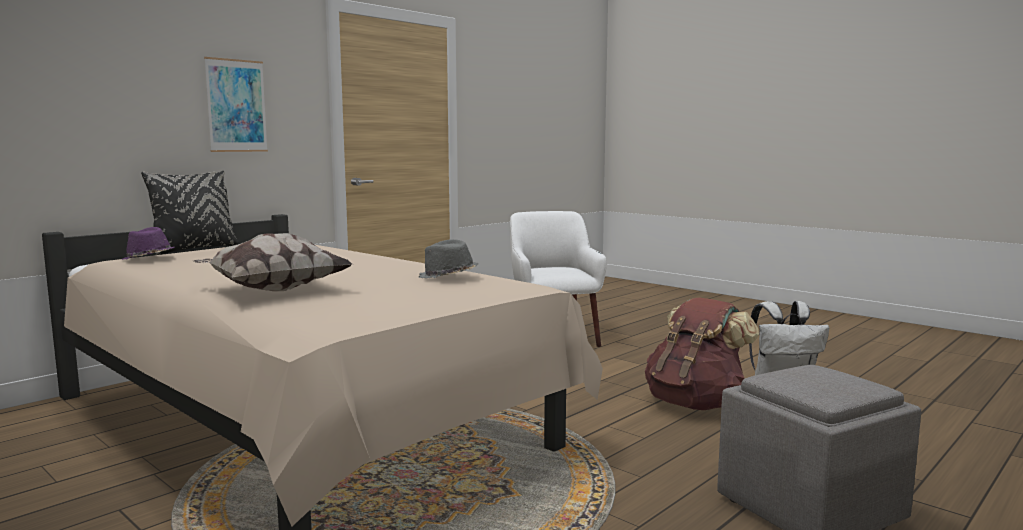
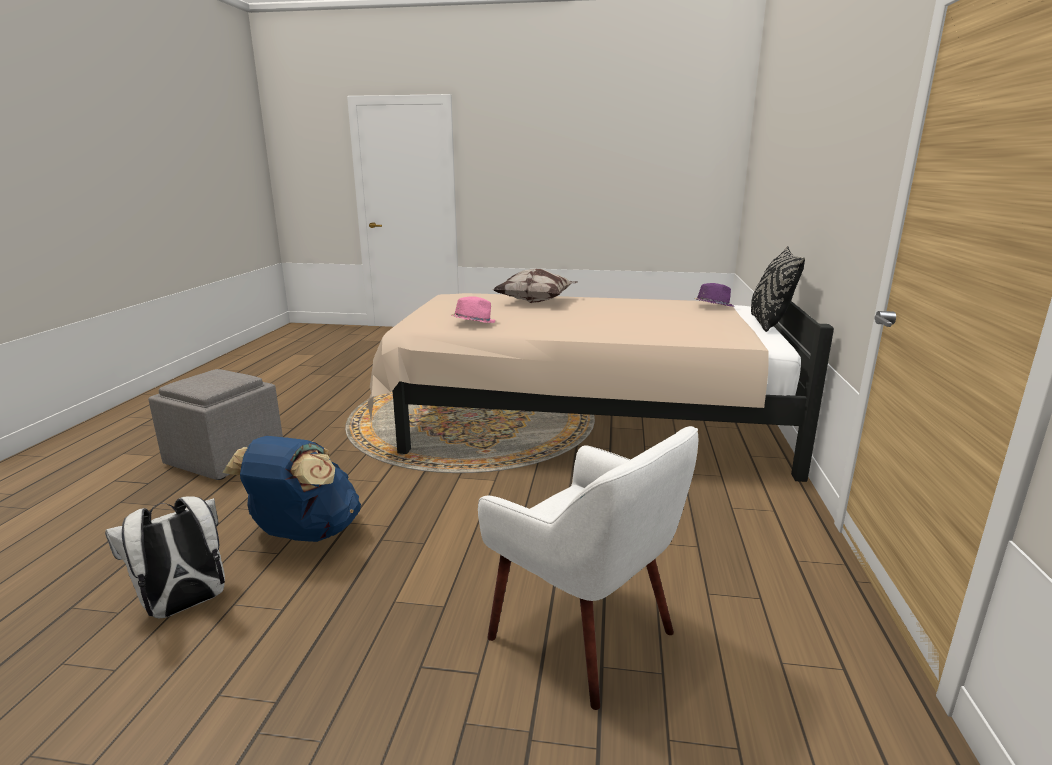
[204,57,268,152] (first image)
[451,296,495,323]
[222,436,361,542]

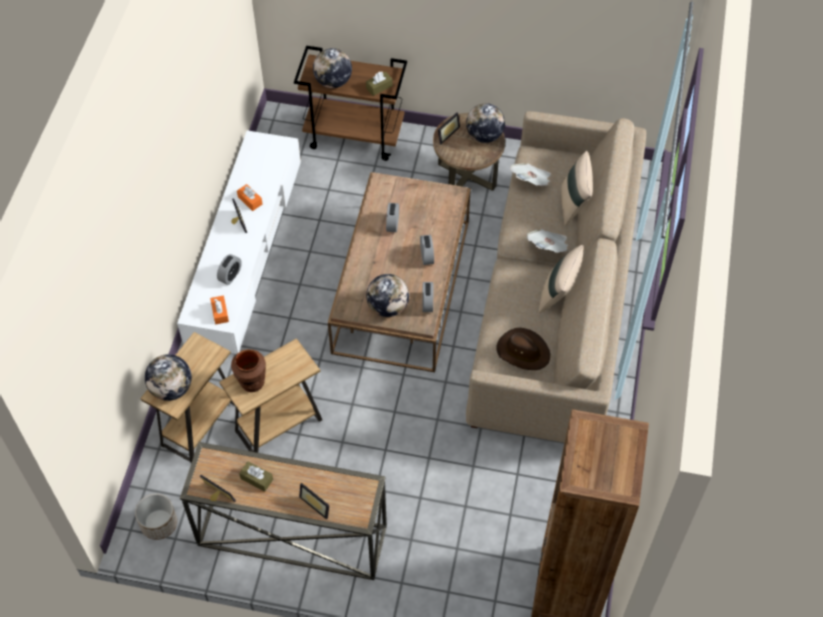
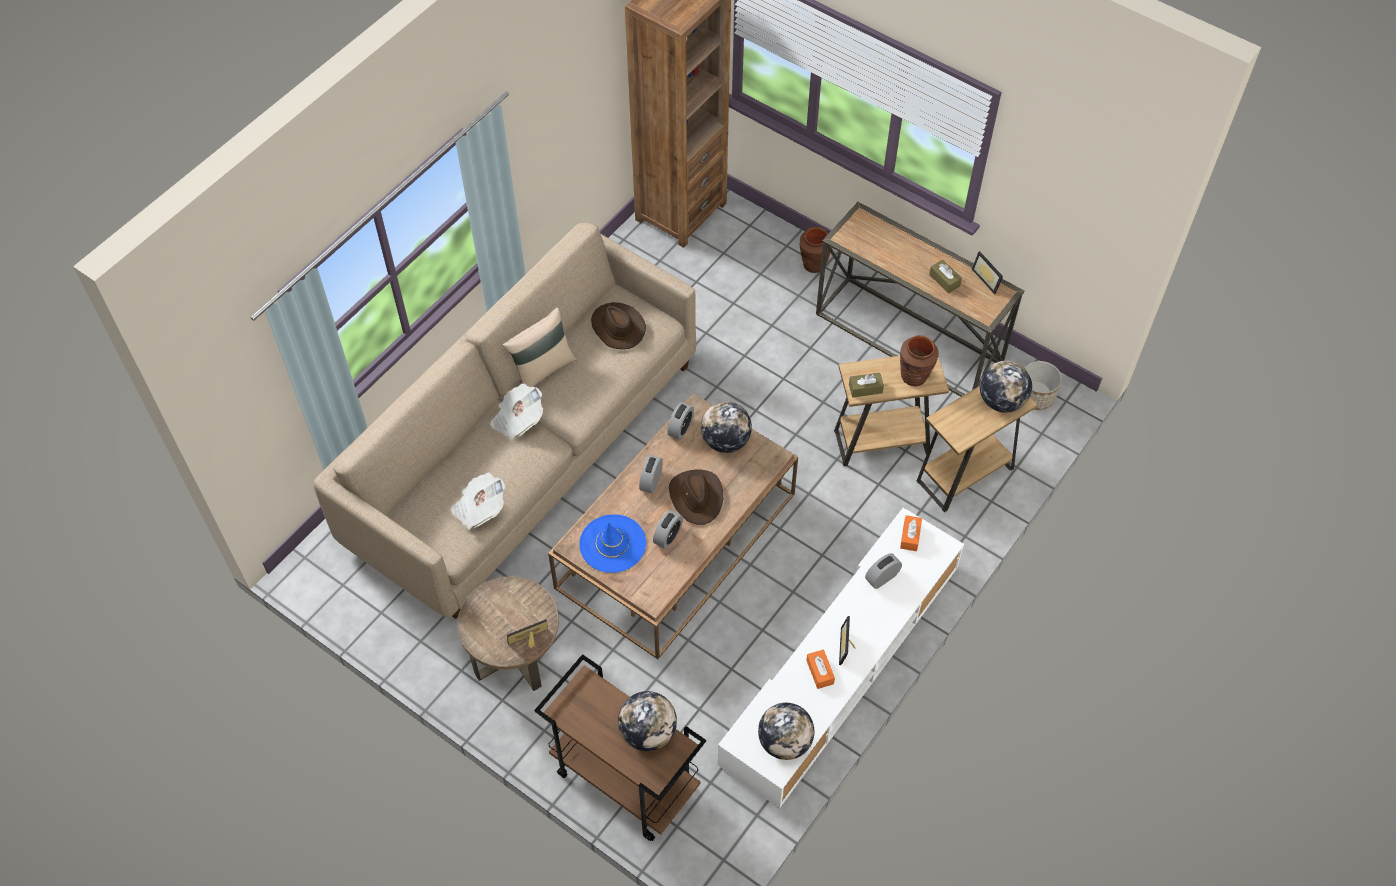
[299,483,329,520] (first image)
[561,151,593,226] (first image)
[579,514,646,573]
[669,469,724,525]
[799,227,832,273]
[849,373,884,397]
[758,703,814,760]

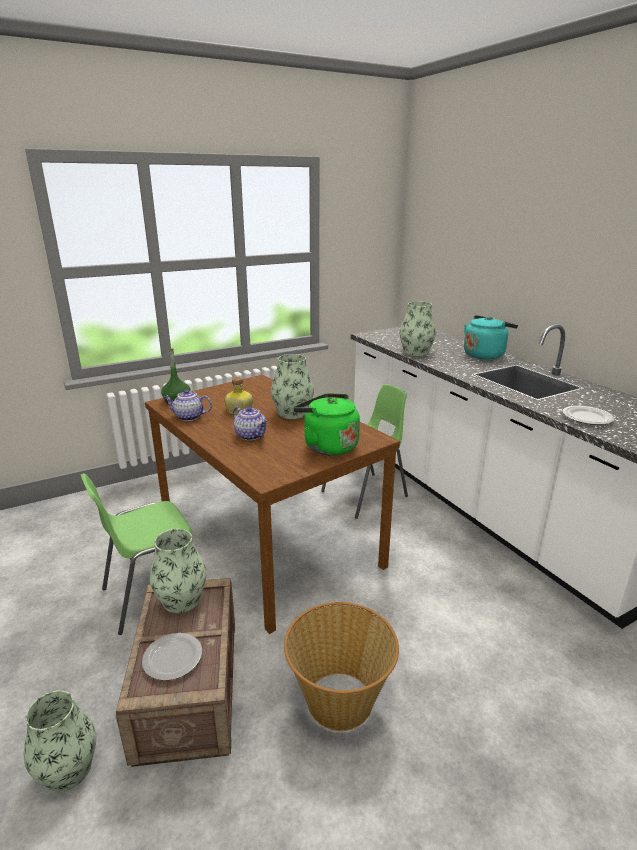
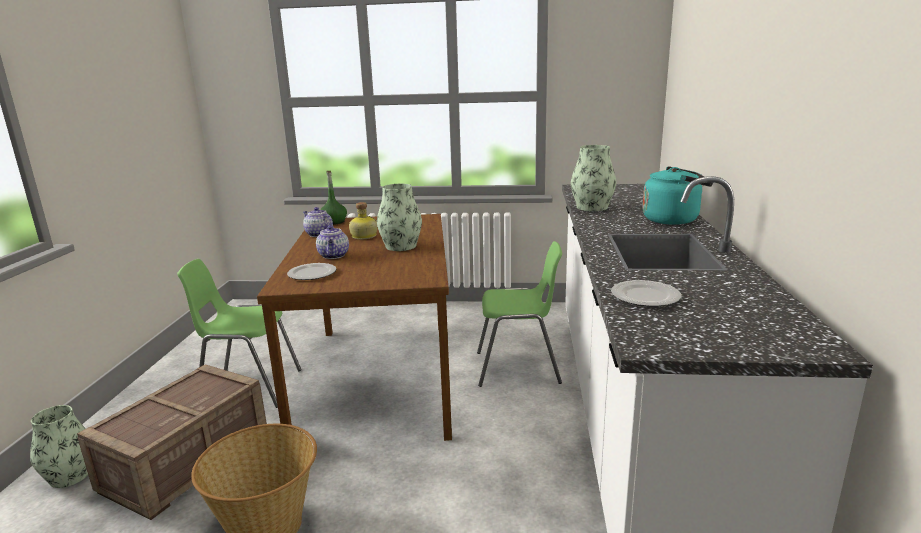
[150,529,206,613] (first image)
[293,393,360,456] (first image)
[287,263,336,280]

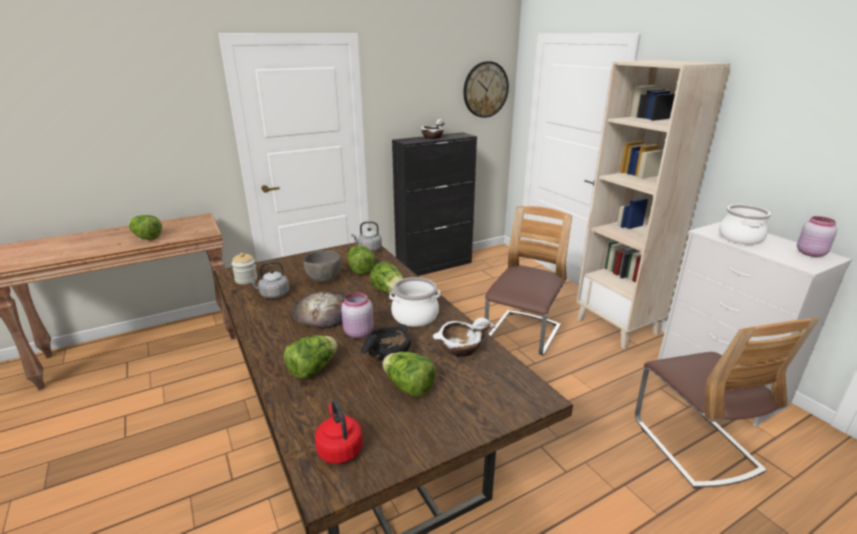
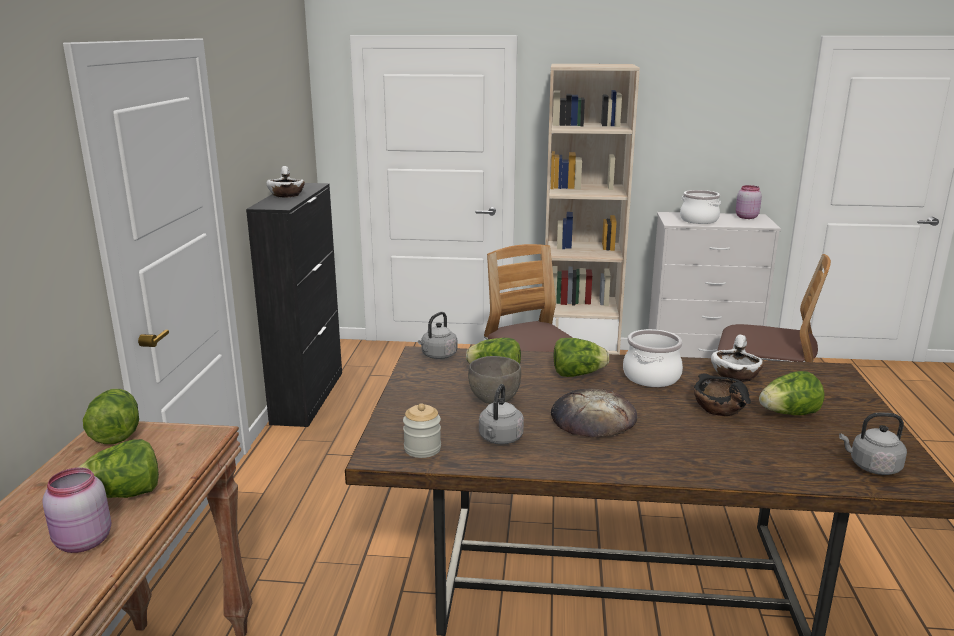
[463,61,509,118] (first image)
[83,389,139,444]
[42,468,111,553]
[839,413,907,475]

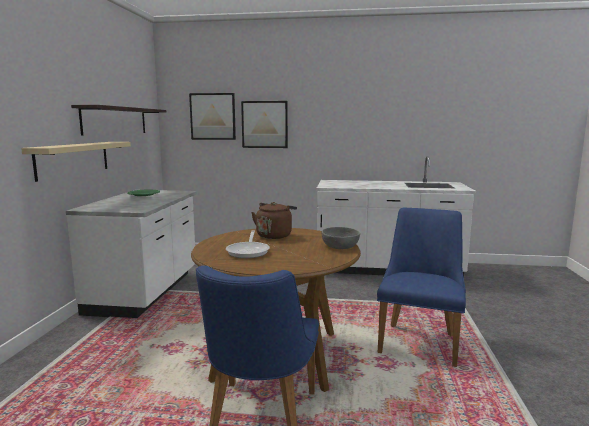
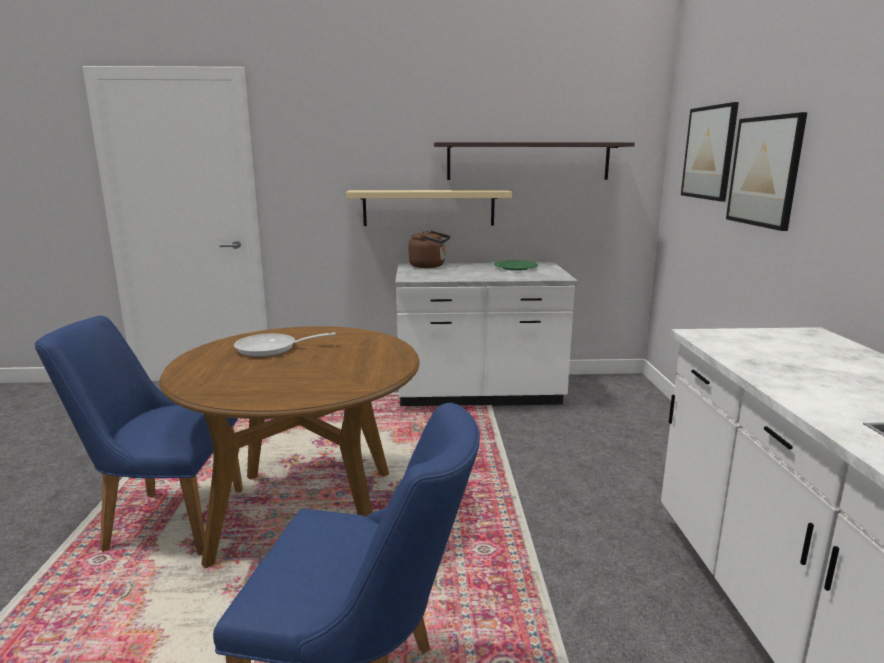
[322,227,360,249] (first image)
[408,230,450,268]

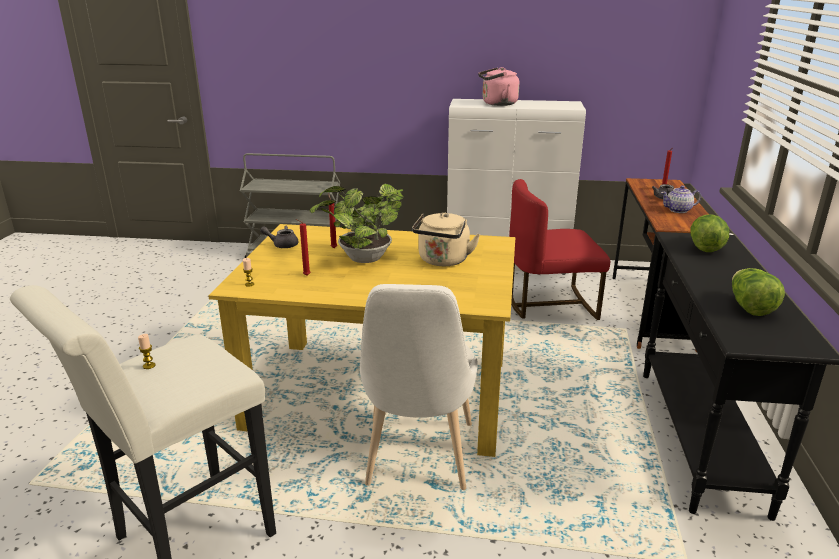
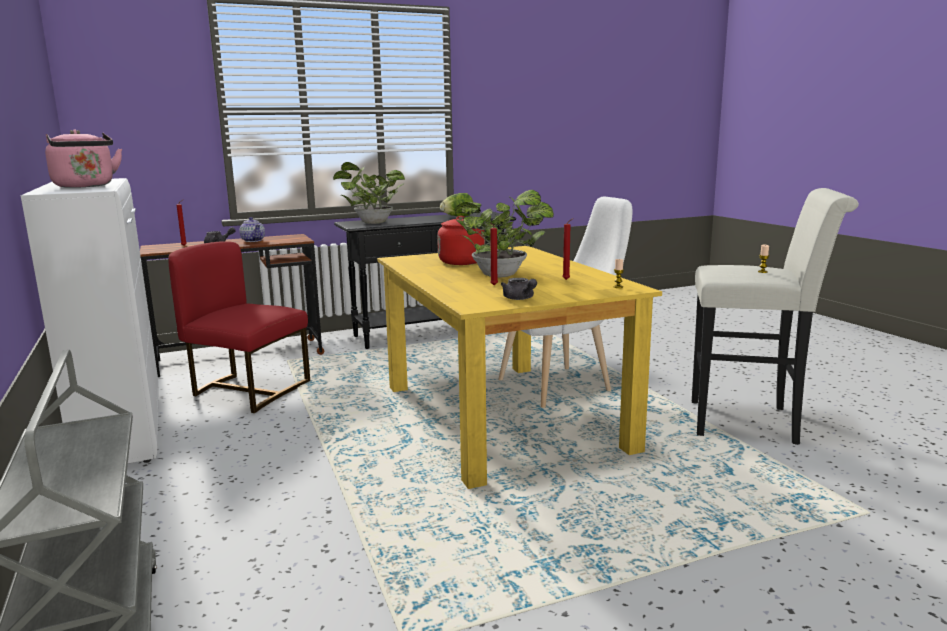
[333,162,405,224]
[437,216,485,265]
[168,241,310,413]

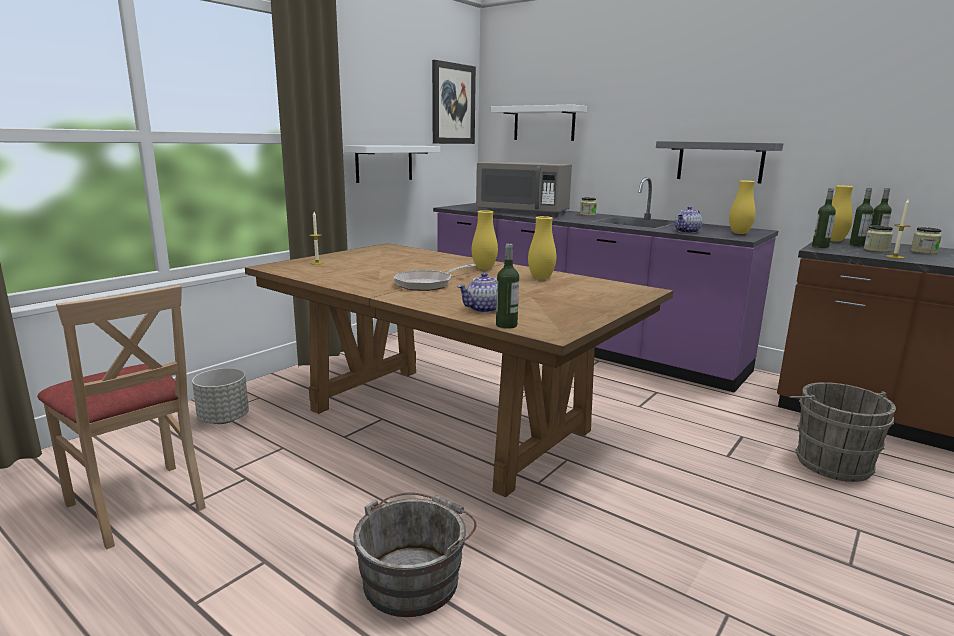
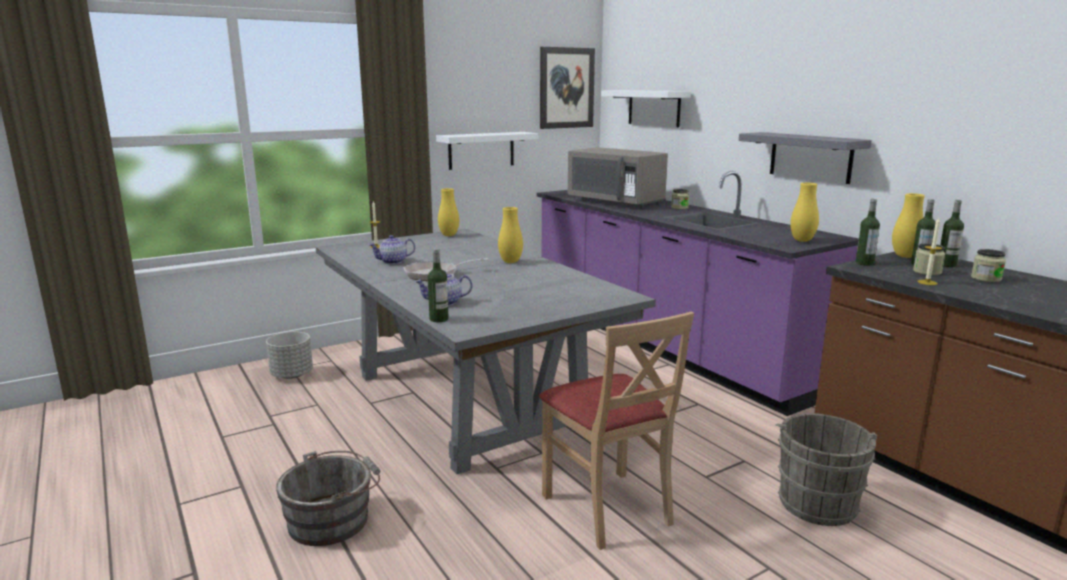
[539,311,694,550]
[438,188,459,236]
[369,235,415,264]
[316,229,656,474]

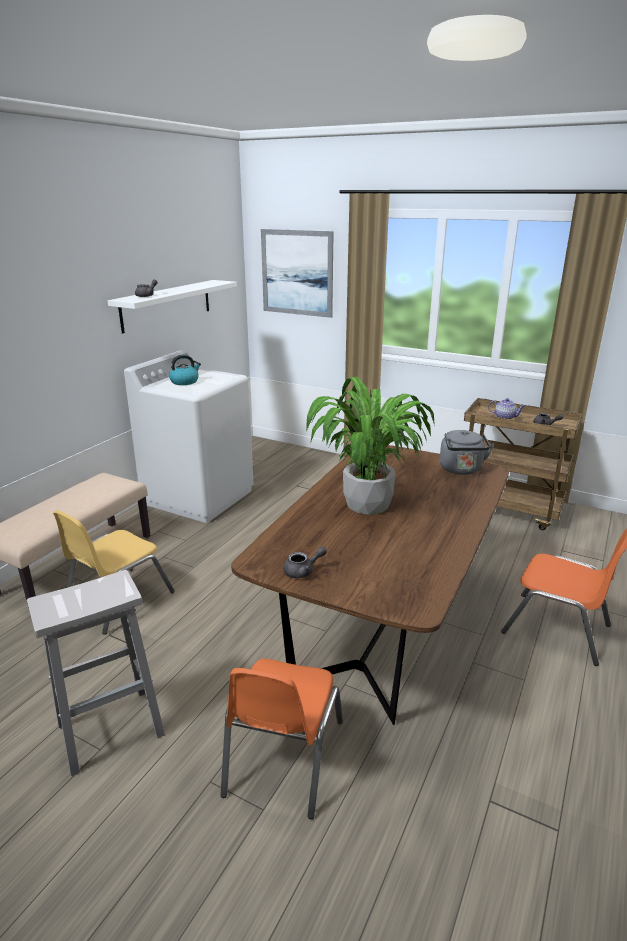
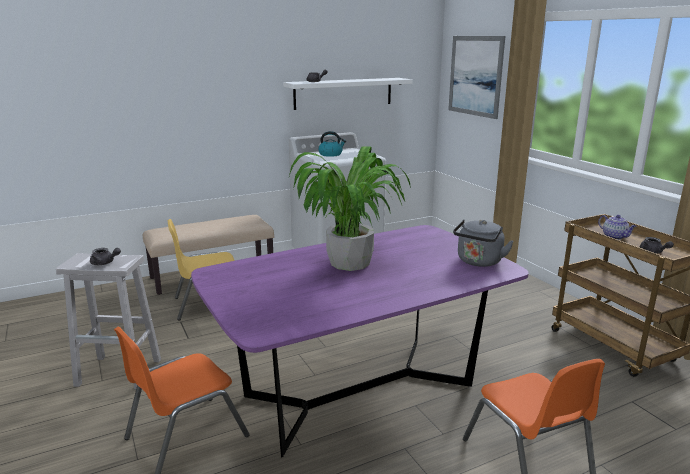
[90,248,121,265]
[191,225,529,458]

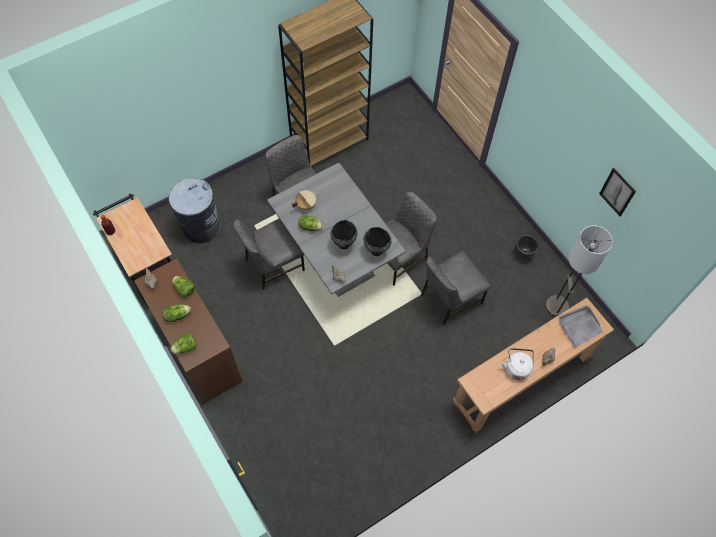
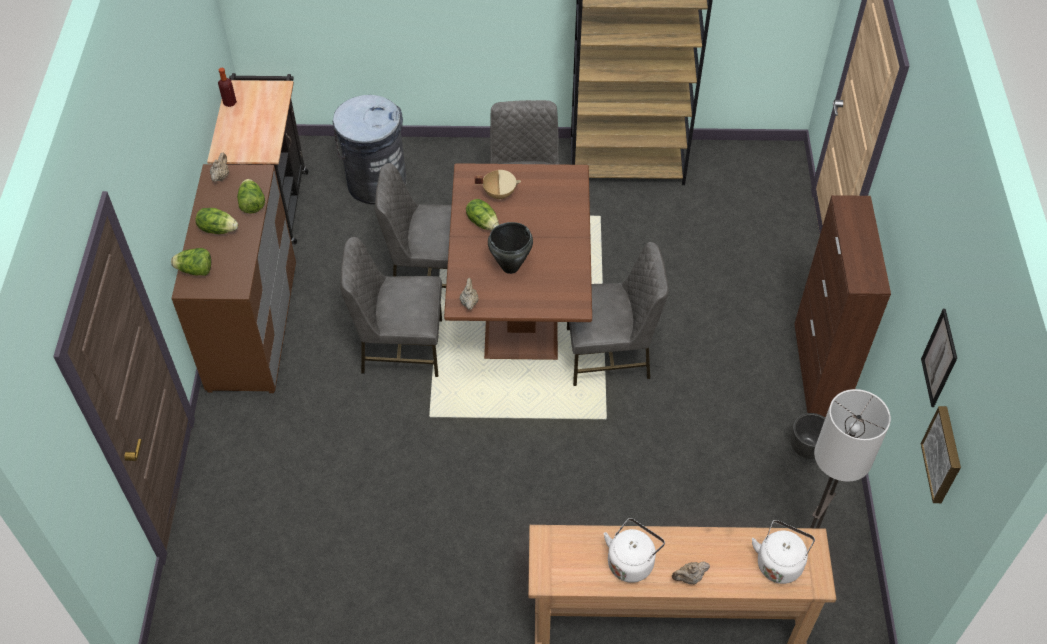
[364,227,391,256] (first image)
[794,195,891,417]
[921,406,961,503]
[340,237,442,377]
[752,520,815,584]
[444,163,592,360]

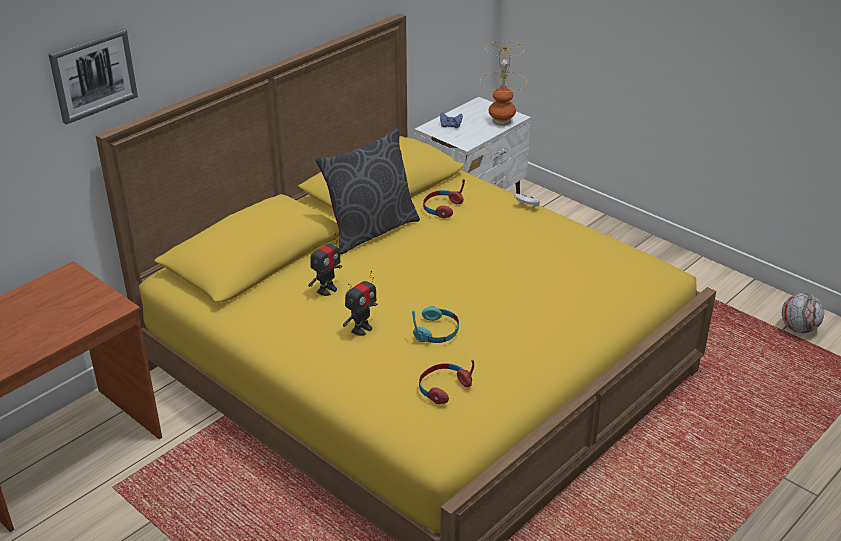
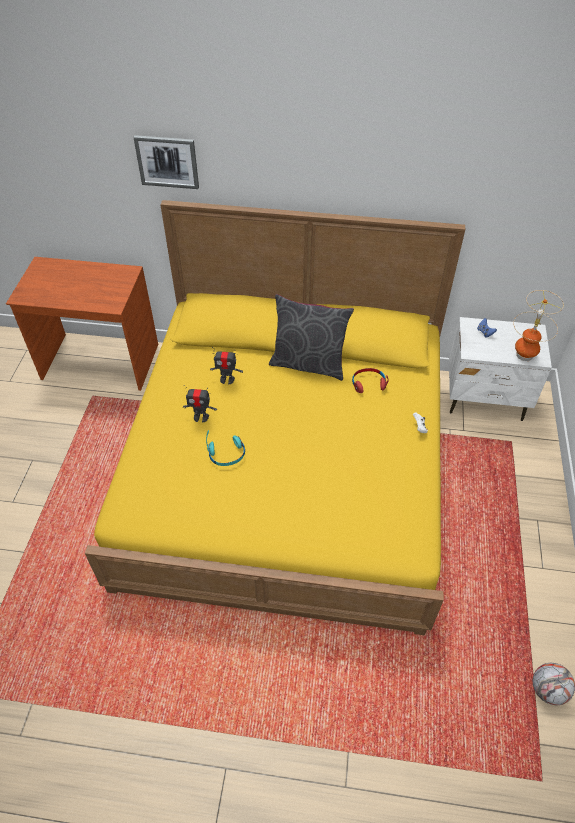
[419,360,474,404] (first image)

